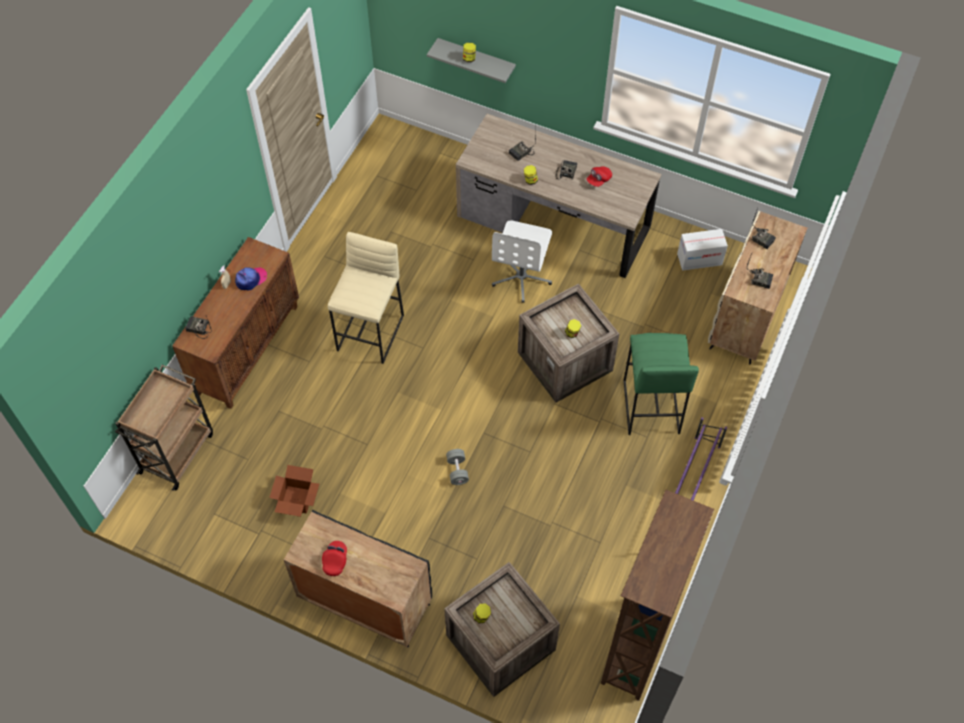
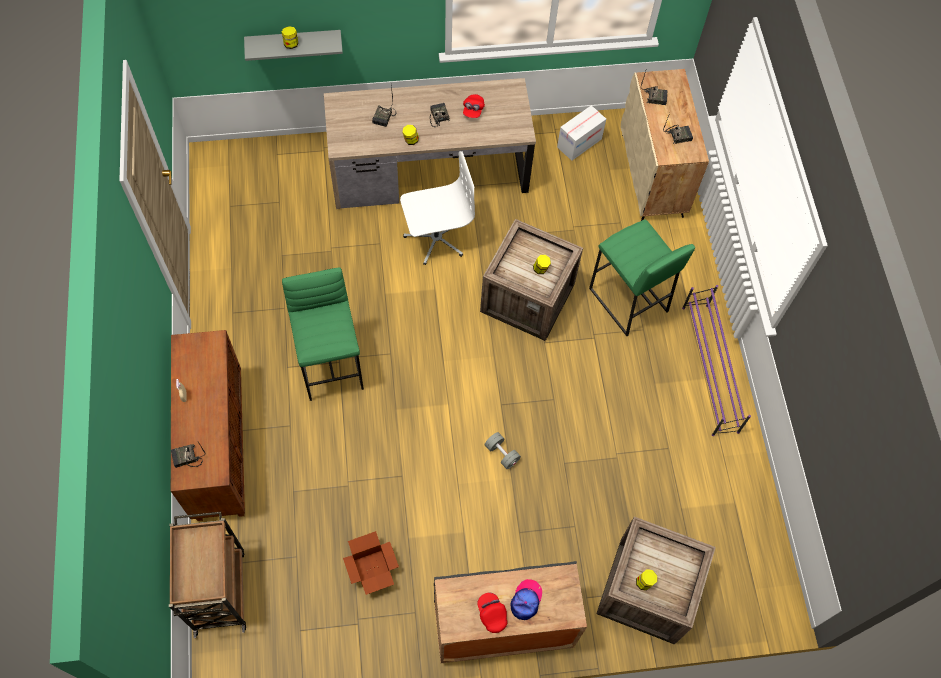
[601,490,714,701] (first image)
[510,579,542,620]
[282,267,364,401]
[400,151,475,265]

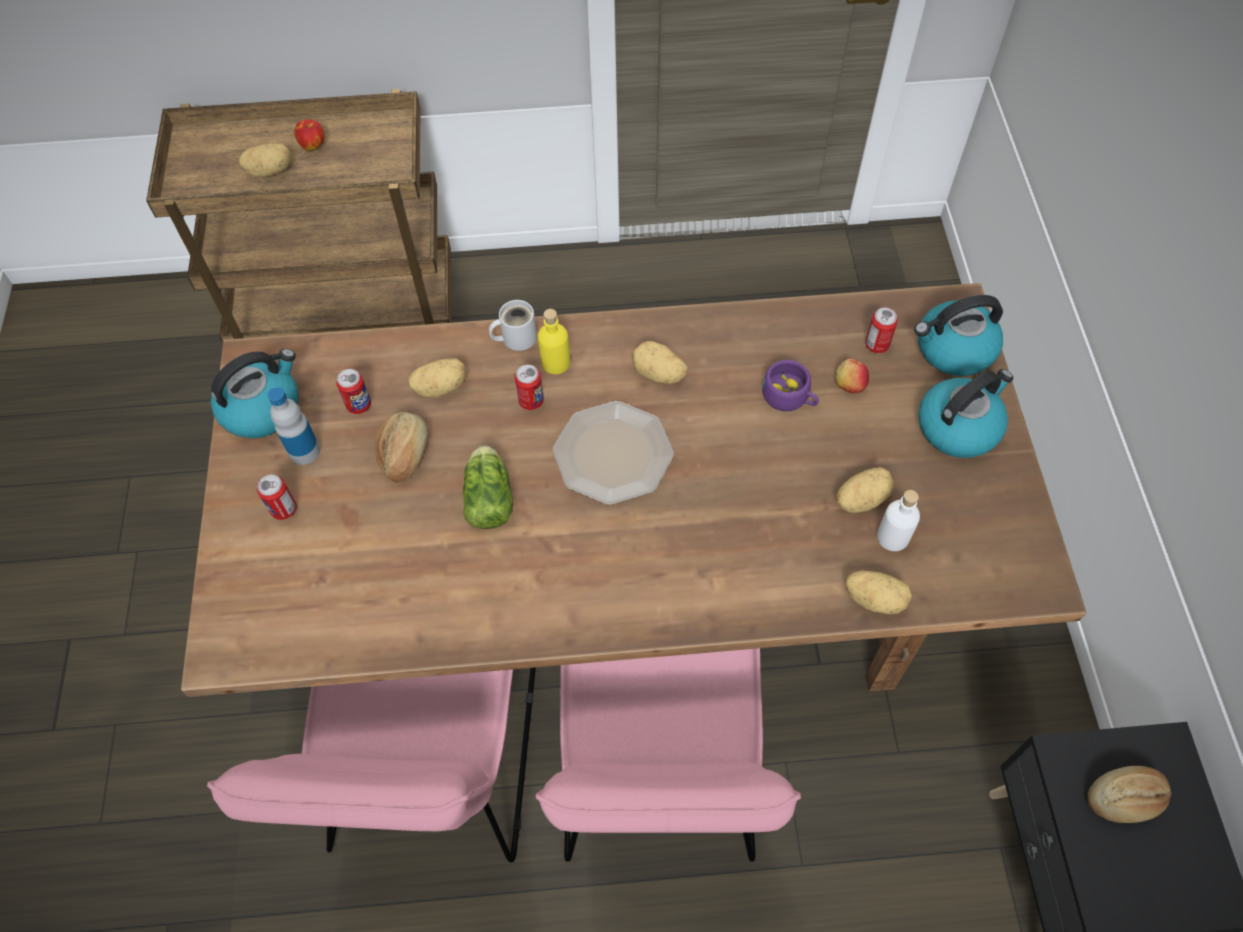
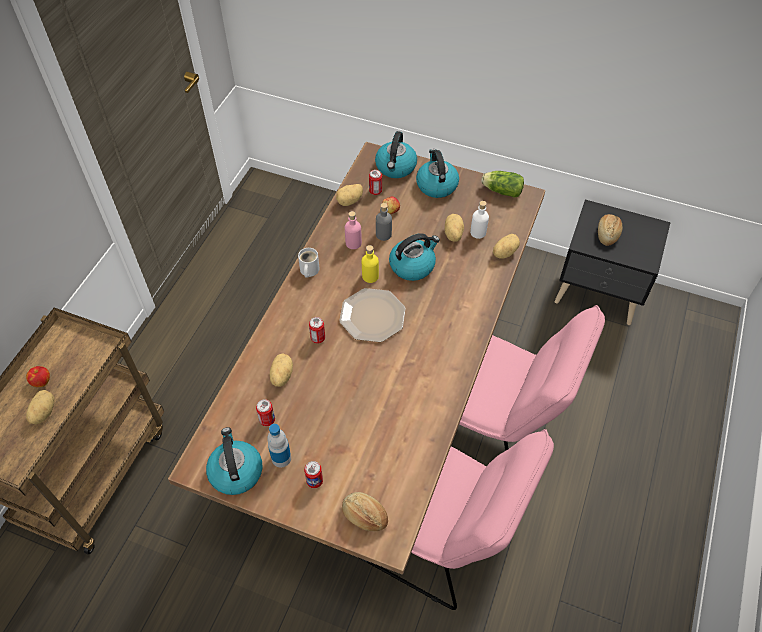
[345,211,362,249]
[389,233,440,281]
[342,492,388,531]
[481,171,524,198]
[298,248,320,278]
[362,245,379,283]
[336,184,363,206]
[376,203,392,241]

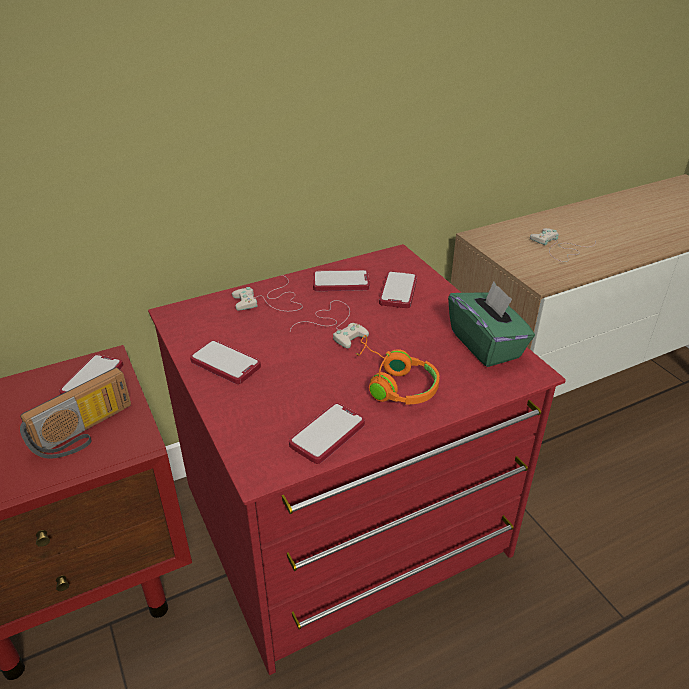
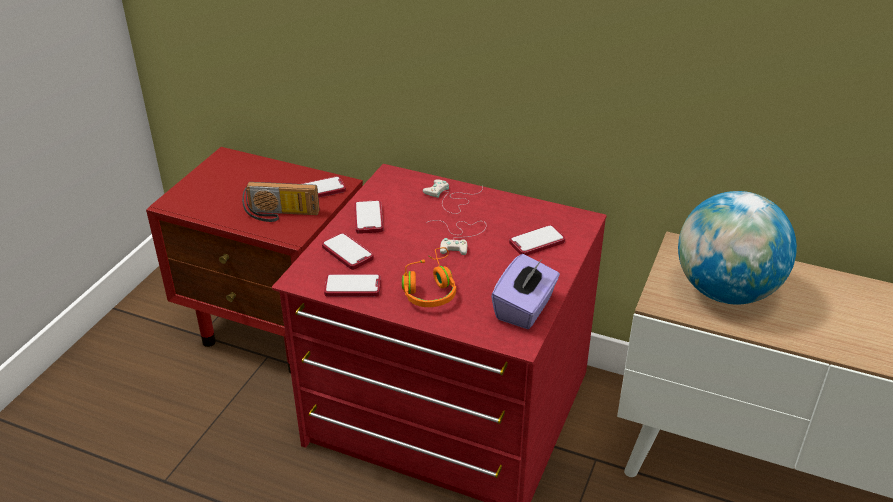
[322,233,374,270]
[678,191,797,304]
[491,254,560,329]

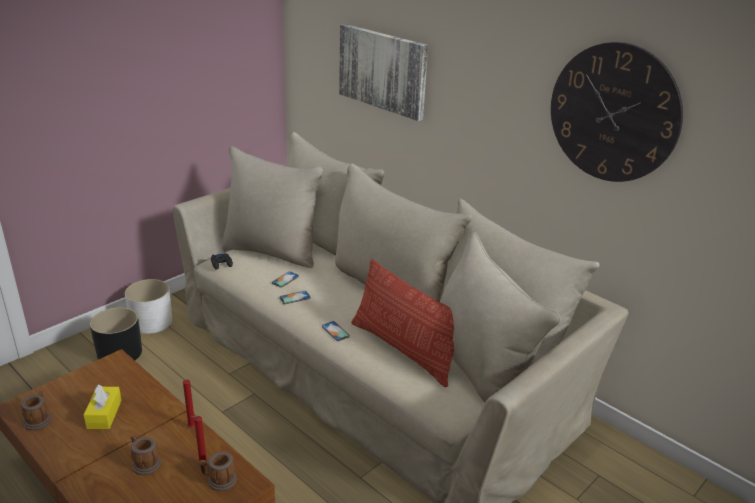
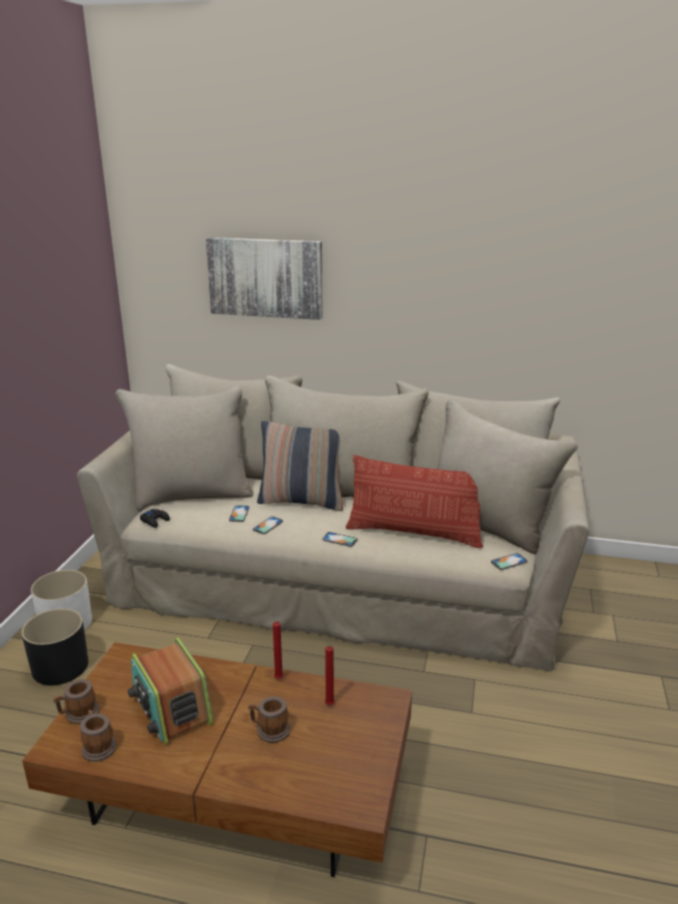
[551,42,683,182] (first image)
[257,421,343,511]
[491,553,527,570]
[53,679,99,724]
[128,638,213,745]

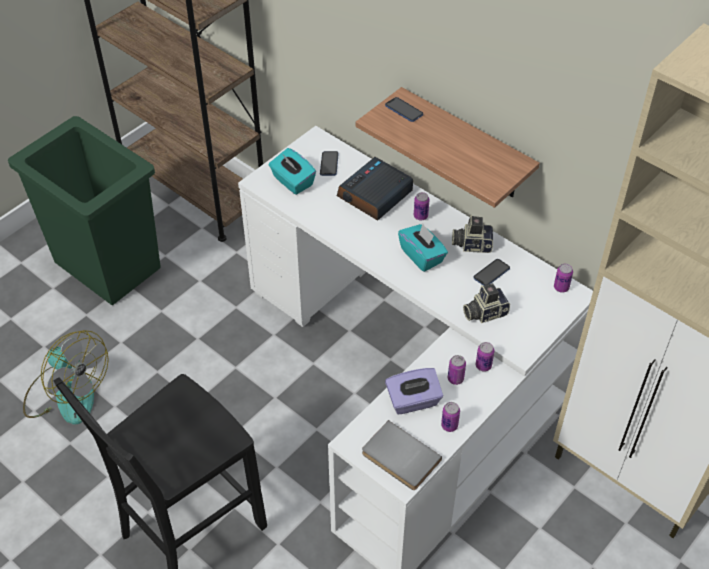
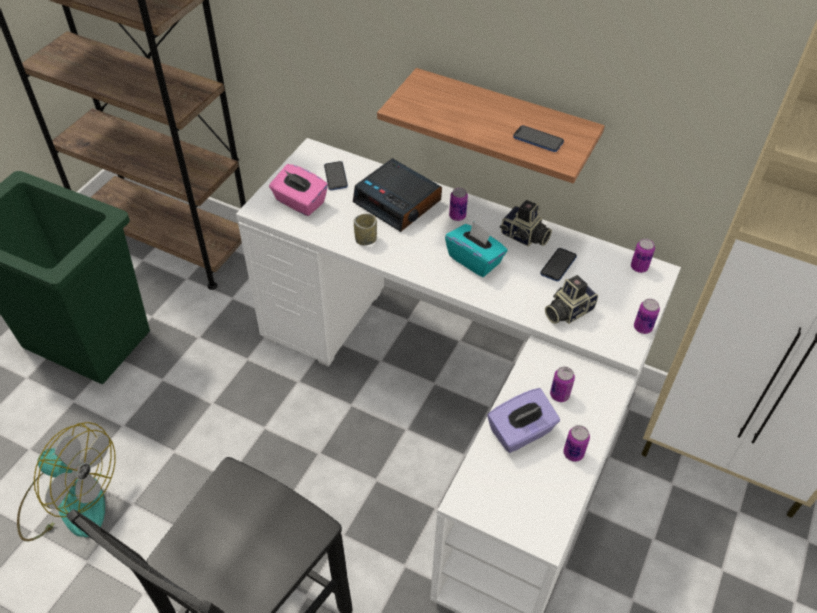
[362,420,442,490] (first image)
[354,214,377,245]
[513,125,564,152]
[634,299,660,334]
[269,164,328,216]
[353,158,442,232]
[500,200,552,246]

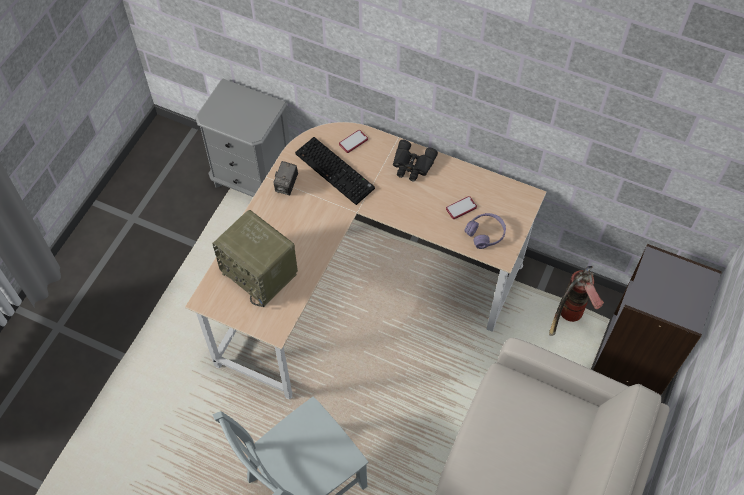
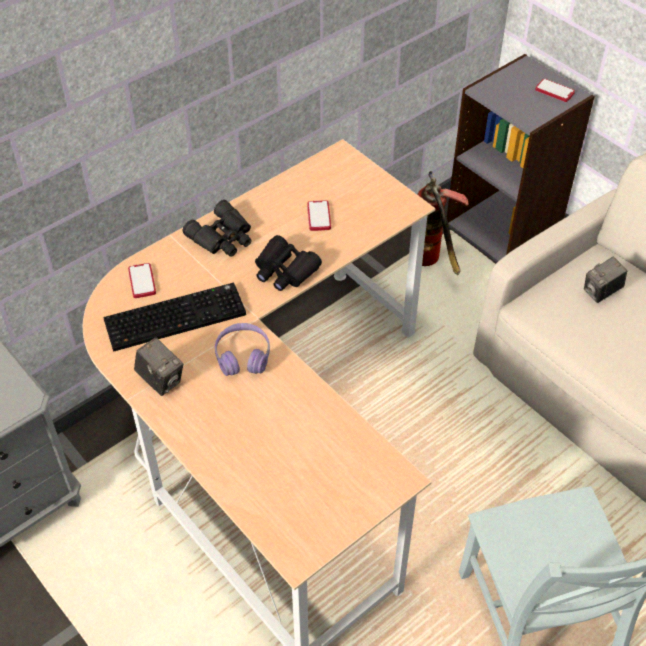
[212,210,298,307] (first image)
[255,235,322,291]
[535,79,575,102]
[584,257,627,303]
[215,323,270,376]

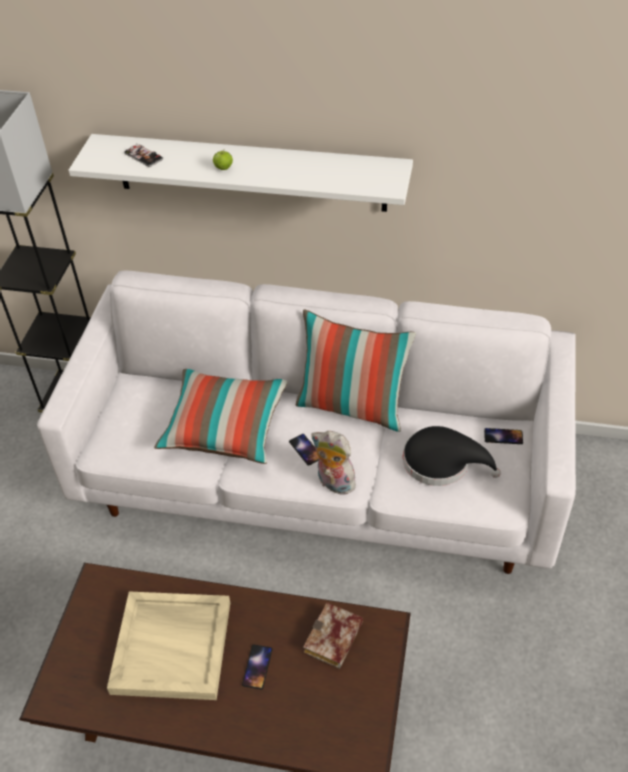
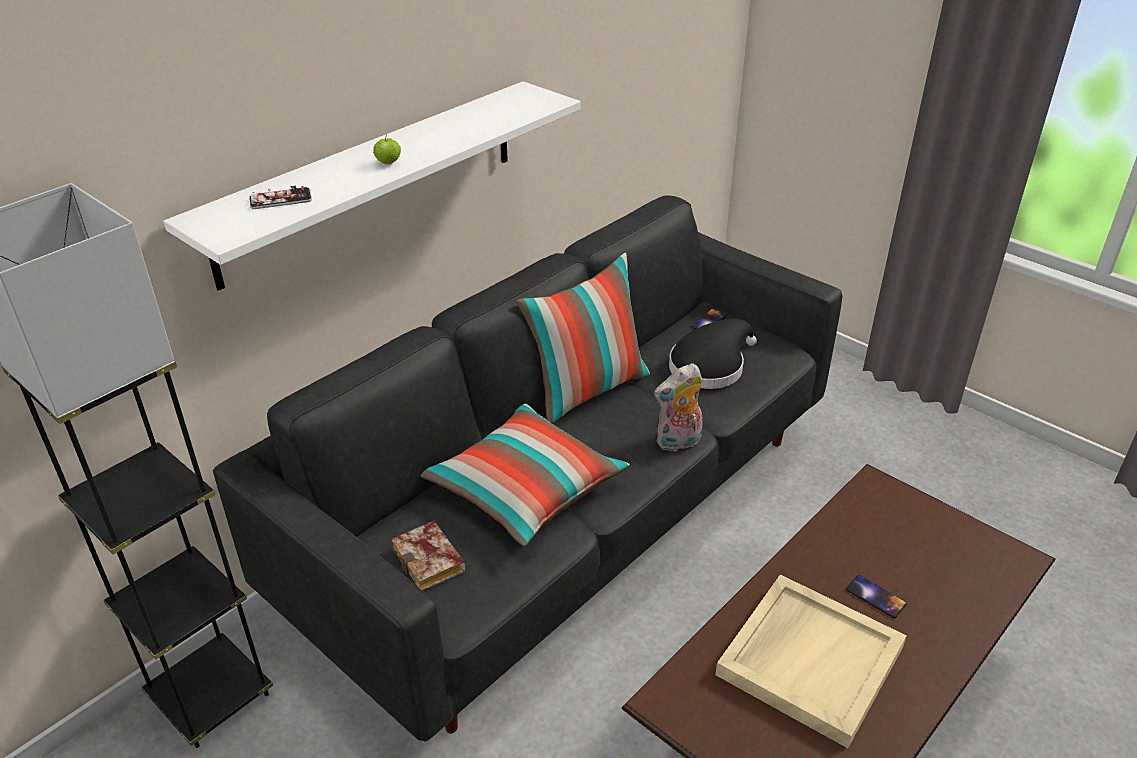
[289,434,319,466] (first image)
[391,521,465,591]
[213,195,843,742]

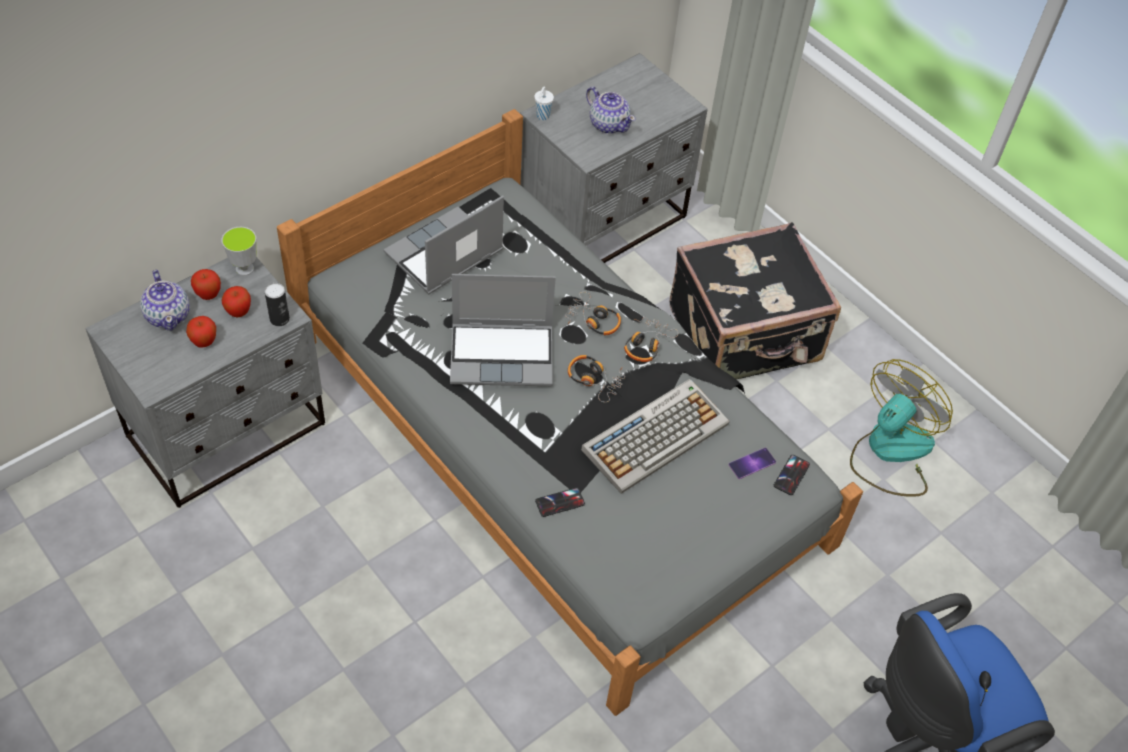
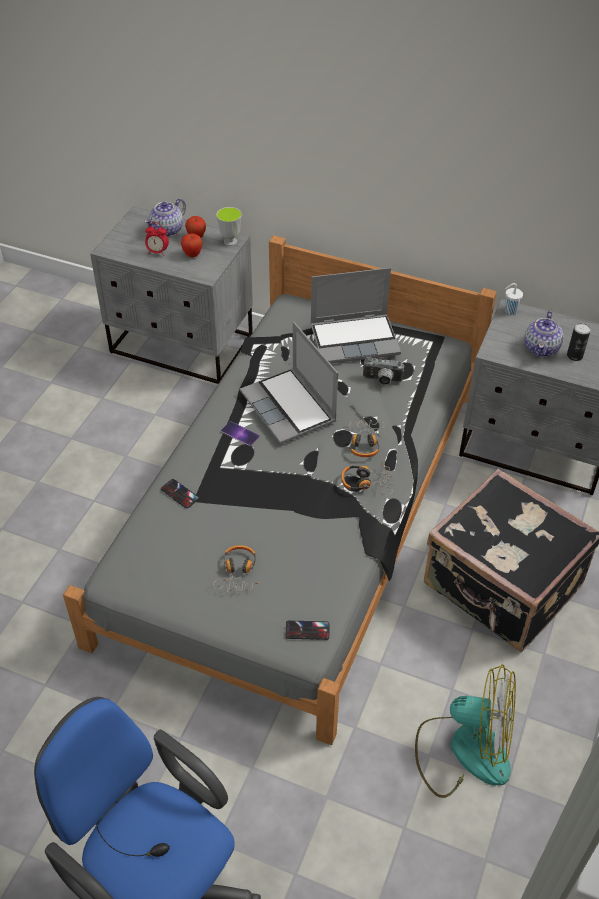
[581,379,729,494] (first image)
[363,356,404,385]
[567,323,591,361]
[213,545,260,592]
[221,421,260,446]
[145,222,169,256]
[311,268,401,364]

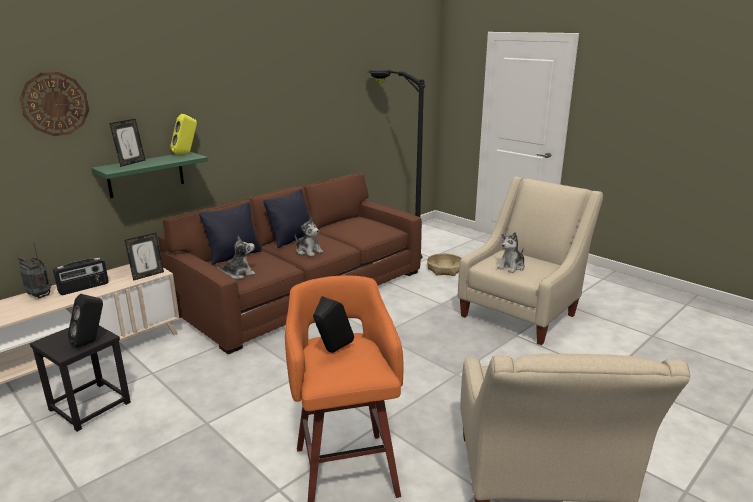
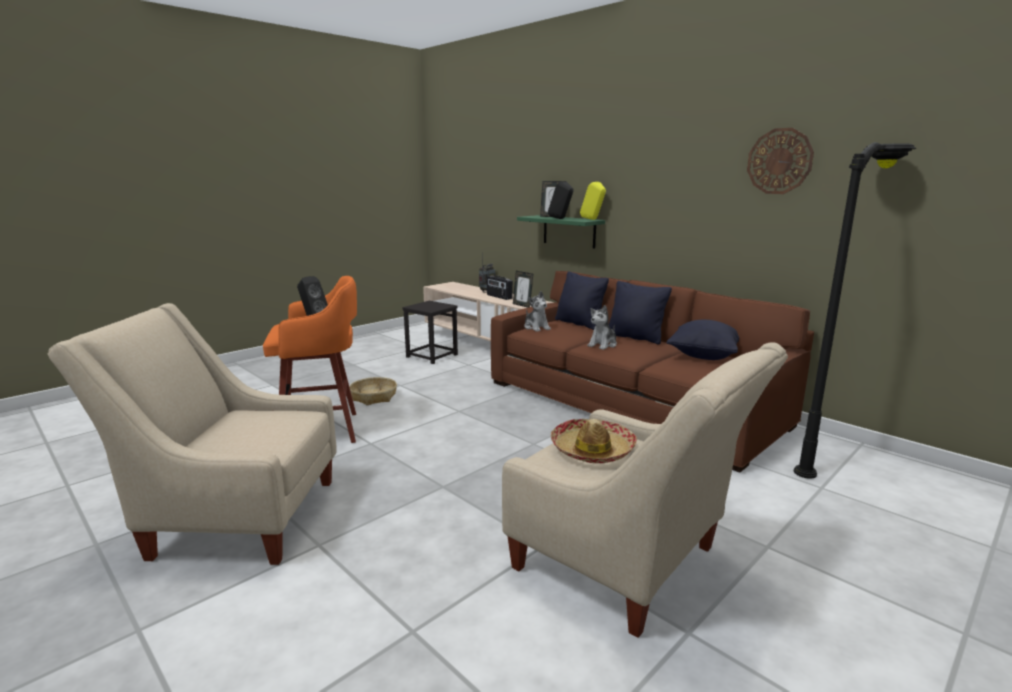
[666,320,739,360]
[747,128,814,194]
[548,182,574,219]
[349,377,397,405]
[551,419,637,463]

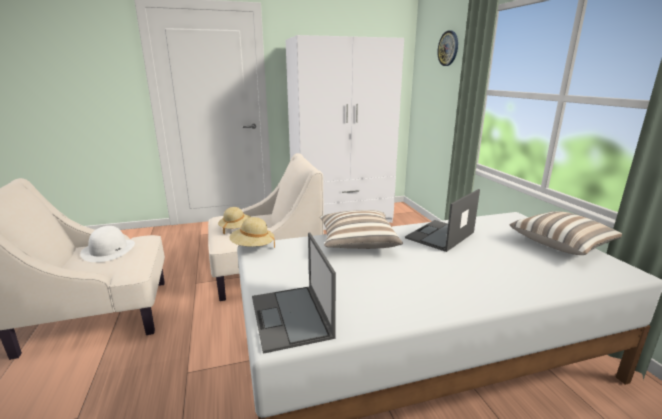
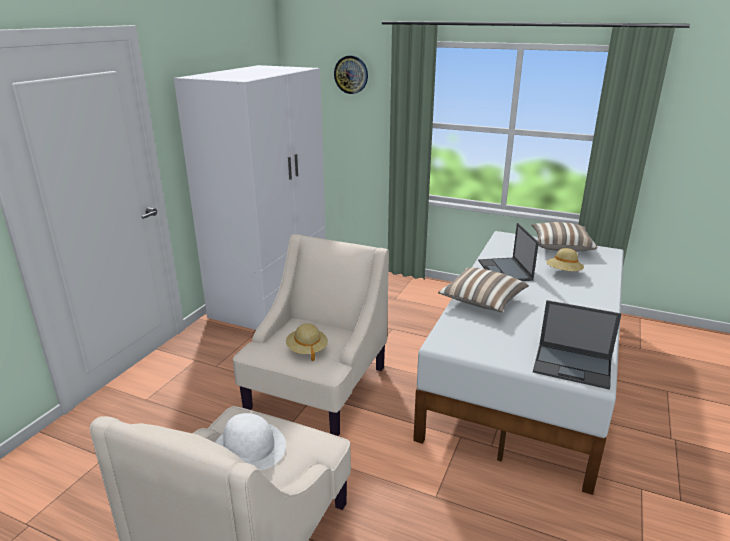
[546,248,584,271]

